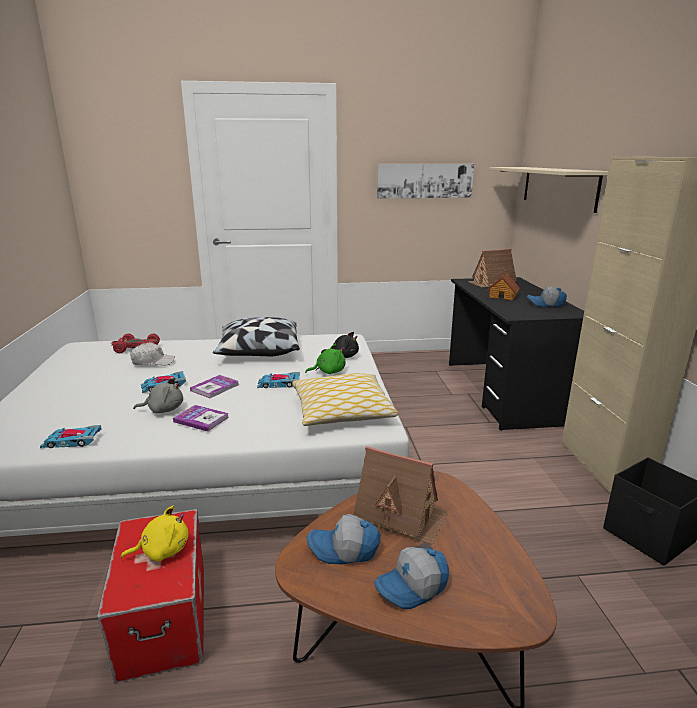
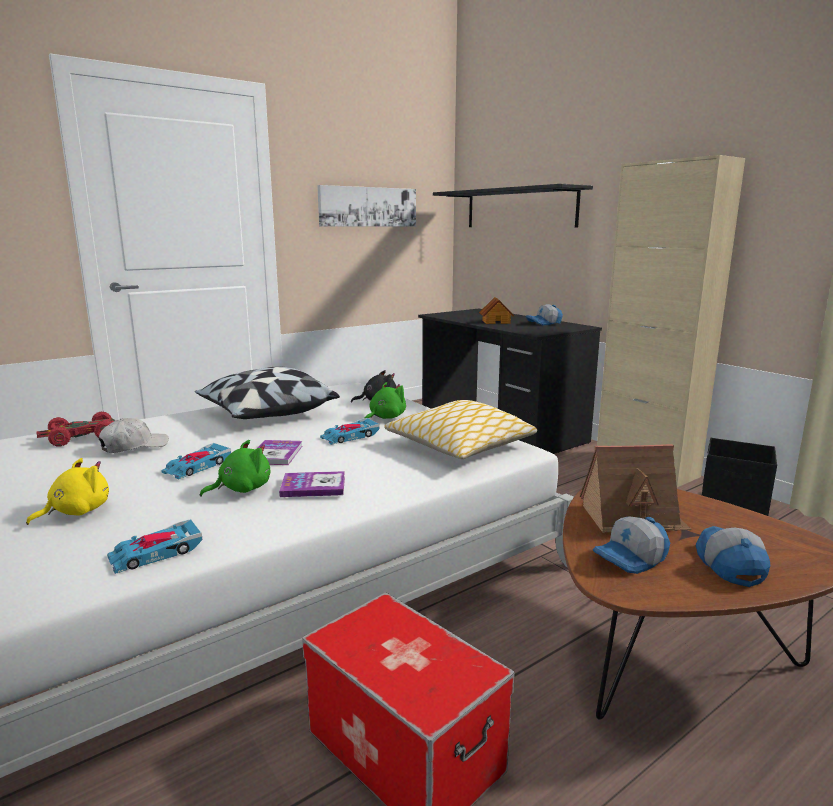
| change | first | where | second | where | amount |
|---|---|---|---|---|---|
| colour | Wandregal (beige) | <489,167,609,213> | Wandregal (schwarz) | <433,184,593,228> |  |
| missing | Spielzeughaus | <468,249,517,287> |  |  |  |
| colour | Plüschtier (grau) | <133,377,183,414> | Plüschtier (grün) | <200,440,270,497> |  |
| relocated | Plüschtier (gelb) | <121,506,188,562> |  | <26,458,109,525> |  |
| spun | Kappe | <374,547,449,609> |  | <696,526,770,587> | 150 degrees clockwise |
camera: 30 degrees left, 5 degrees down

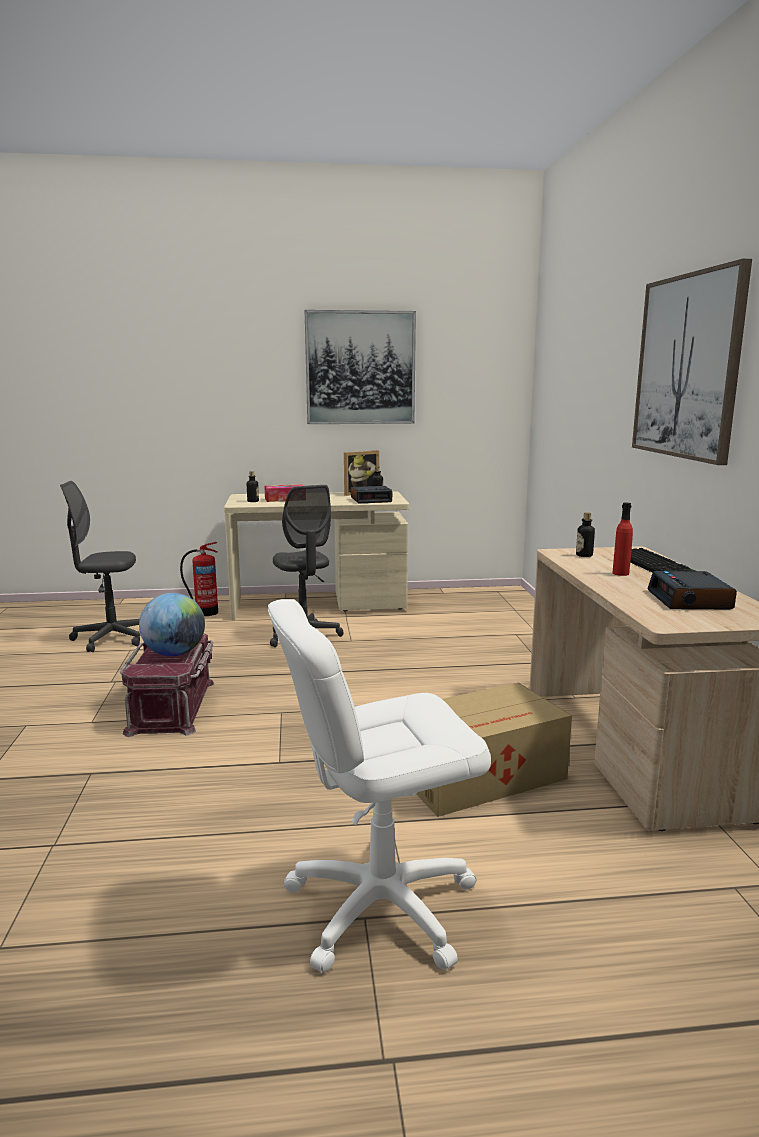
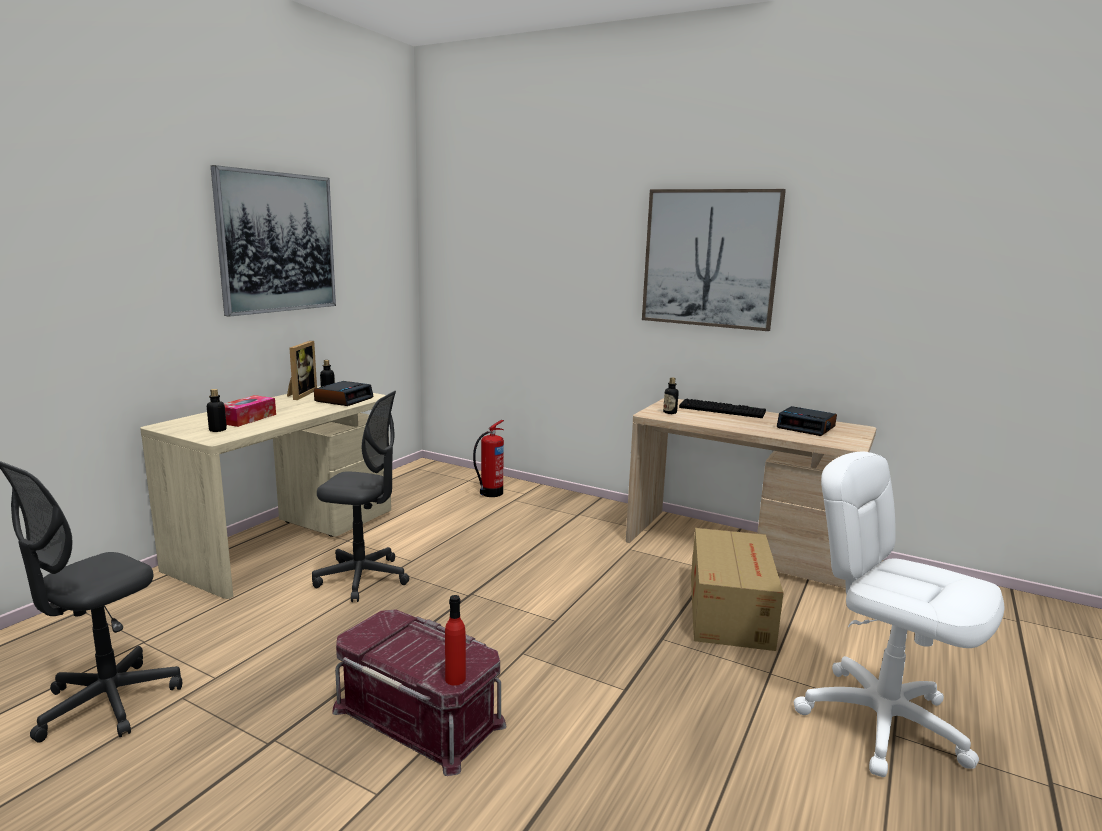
| change | first | where | second | where | amount |
|---|---|---|---|---|---|
| relocated | Flasche (rot) | <612,503,633,576> |  | <445,595,466,686> |  |
| relocated | Feuerlöscher | <180,542,218,616> |  | <473,420,504,497> |  |
| missing | Globus | <139,593,205,656> |  |  |  |
| spun | Bürostuhl (weiß) | <268,599,491,973> |  | <794,452,1004,778> | 120 degrees clockwise |
camera: 55 degrees left, 0 degrees up

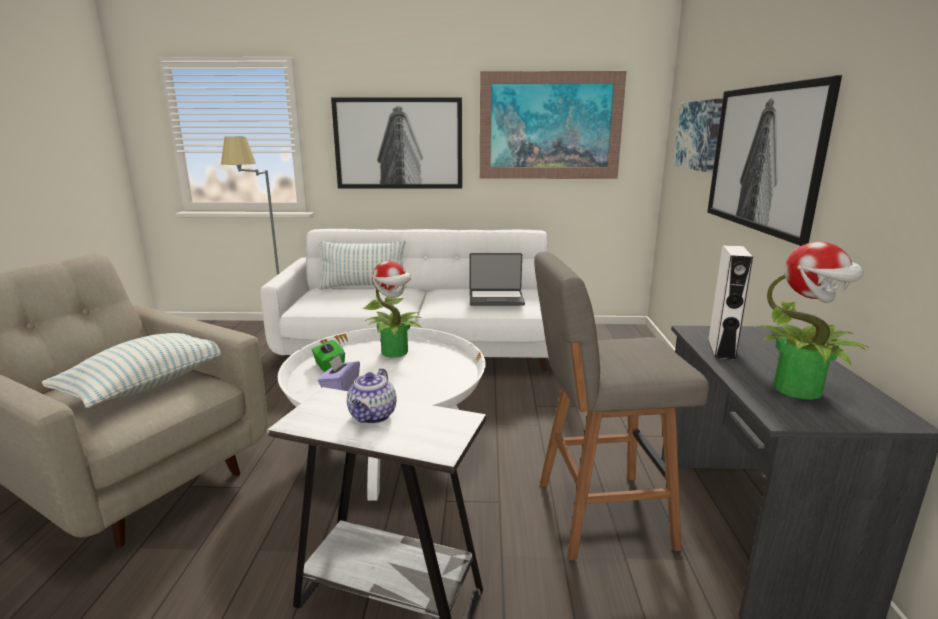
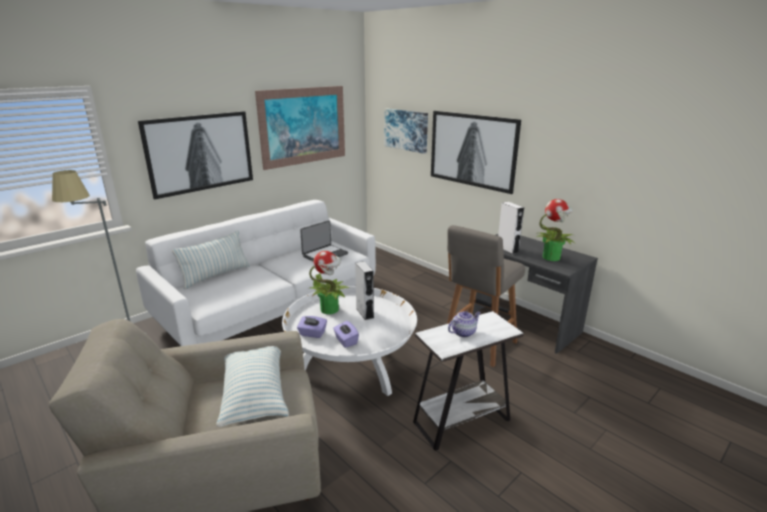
| change | first | where | second | where | amount |
|---|---|---|---|---|---|
| colour | Taschentuchbox (grün) | <311,340,345,372> | Taschentuchbox (lila) | <297,316,327,338> |  |
| spun | Teekanne | <347,368,397,424> |  | <448,311,481,337> | 90 degrees counterclockwise |
| appeared |  |  | Lautsprecher (grau) | <355,261,374,320> |  |
camera: 45 degrees left, 5 degrees up

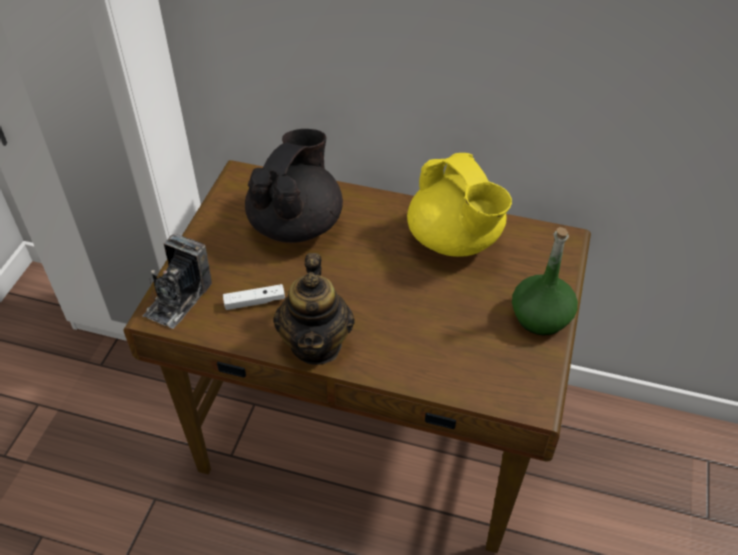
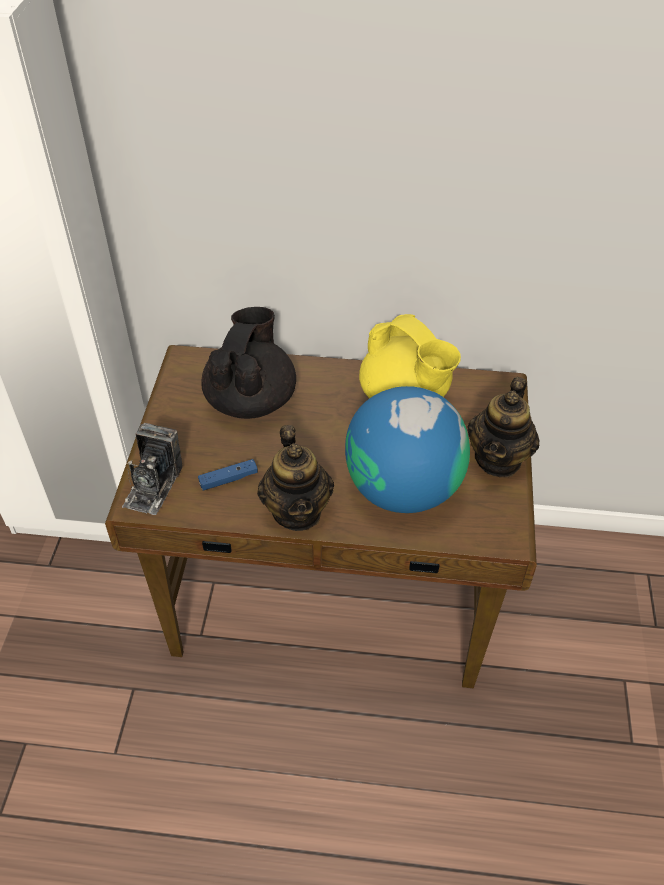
| change | first | where | second | where | amount |
|---|---|---|---|---|---|
| exchanged | Flasche (grün) | <512,227,578,335> | Teekanne | <468,377,540,477> |  |
| colour | Gamepad (weiß) | <223,284,285,310> | Gamepad (blau) | <198,459,258,491> |  |
| appeared |  |  | Globus | <345,386,470,513> |  |
camera: 10 degrees left, 0 degrees up

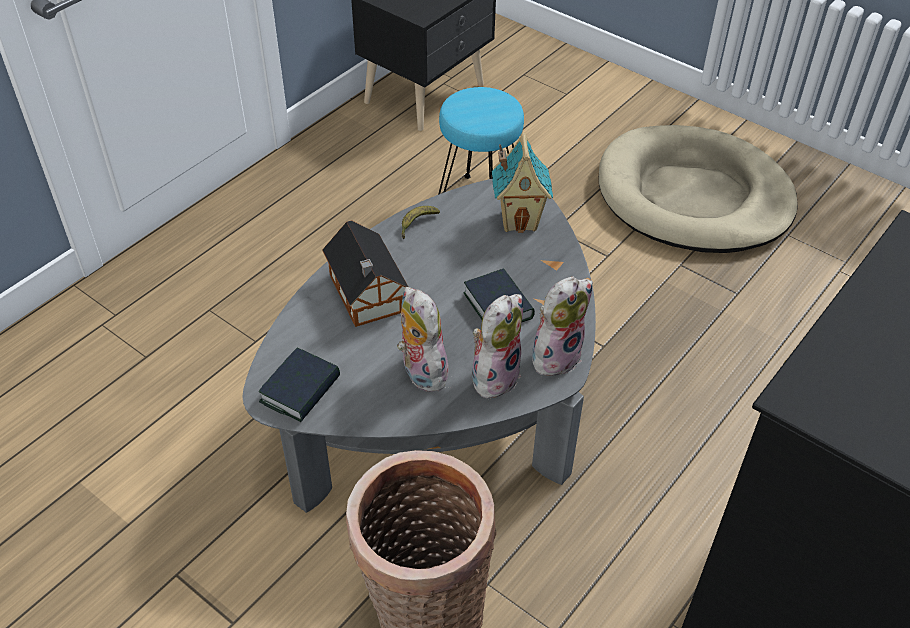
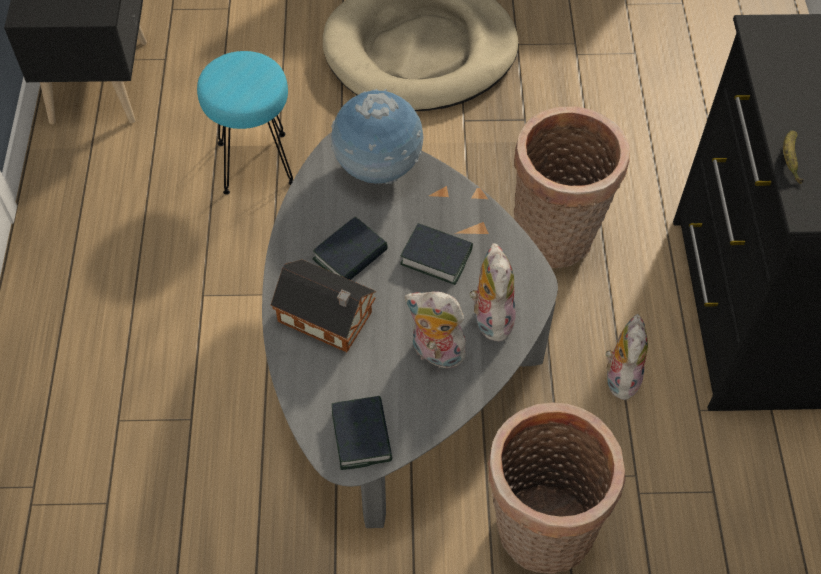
| change | first | where | second | where | amount |
|---|---|---|---|---|---|
| exchanged | Spielzeughaus | <492,132,553,233> | Globus | <331,89,424,184> |  |
| relocated | Banane | <402,206,440,239> |  | <783,131,804,184> |  |
| relocated | Plüschtier | <532,277,593,376> |  | <604,314,648,402> |  |
| appeared |  |  | Korb | <514,106,630,268> |  |
| appeared |  |  | Buch | <313,217,388,280> |  |
camera: 40 degrees left, 10 degrees up

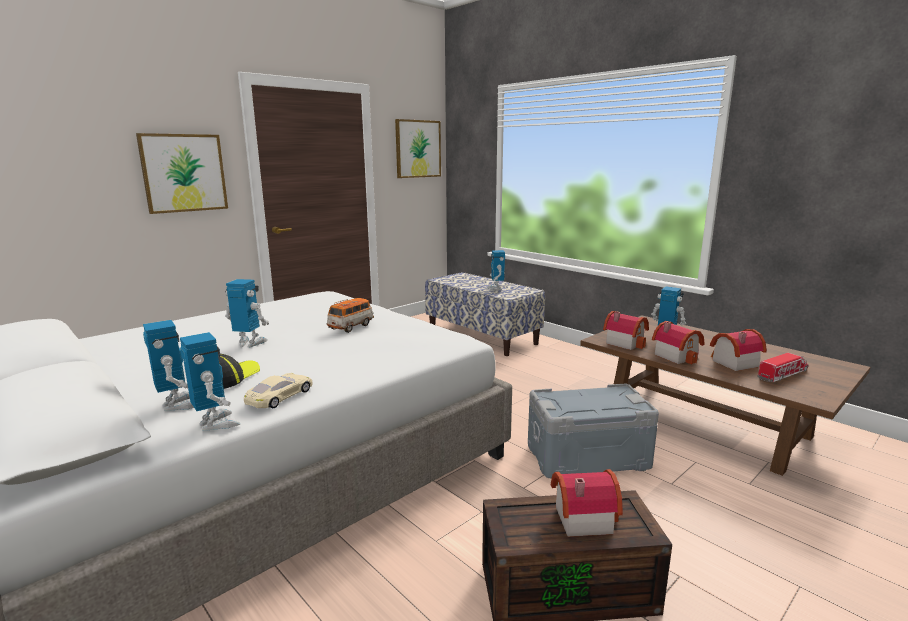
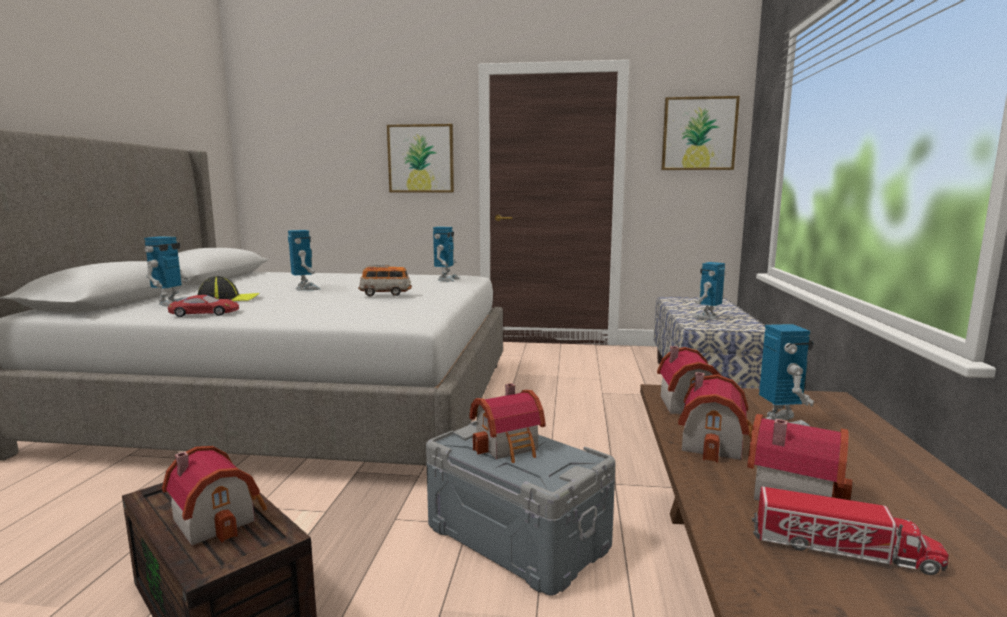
| change | first | where | second | where | amount |
|---|---|---|---|---|---|
| relocated | Spielzeugroboter | <180,332,240,431> |  | <433,227,460,282> |  |
| colour | Spielzeugauto (beige) | <244,373,313,408> | Spielzeugauto (rot) | <168,295,239,317> |  |
| appeared |  |  | Spielzeughaus | <469,383,546,463> |  |
camera: 50 degrees right, 5 degrees down

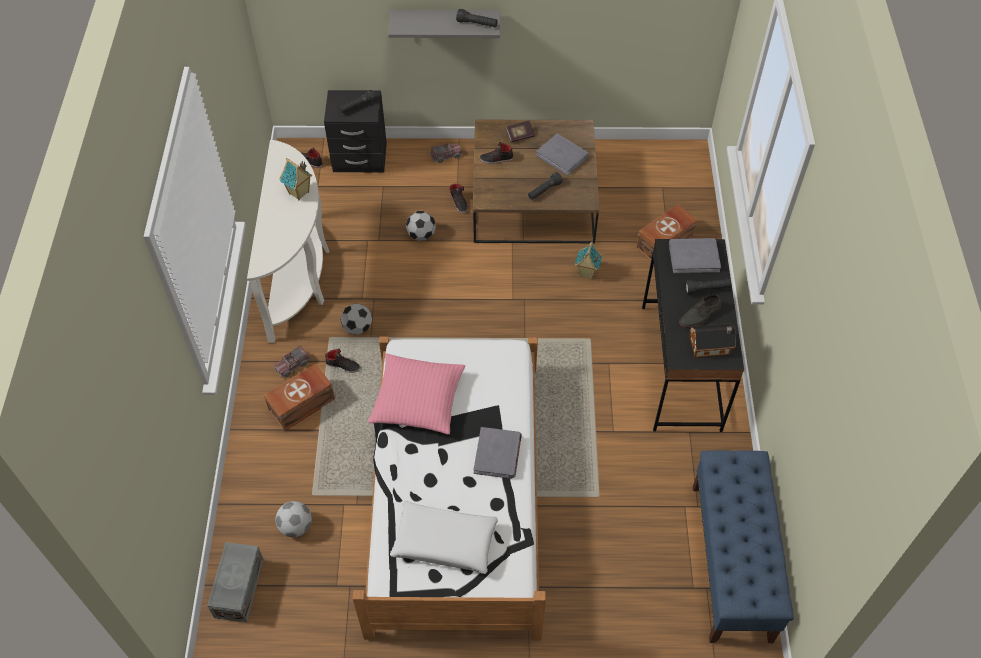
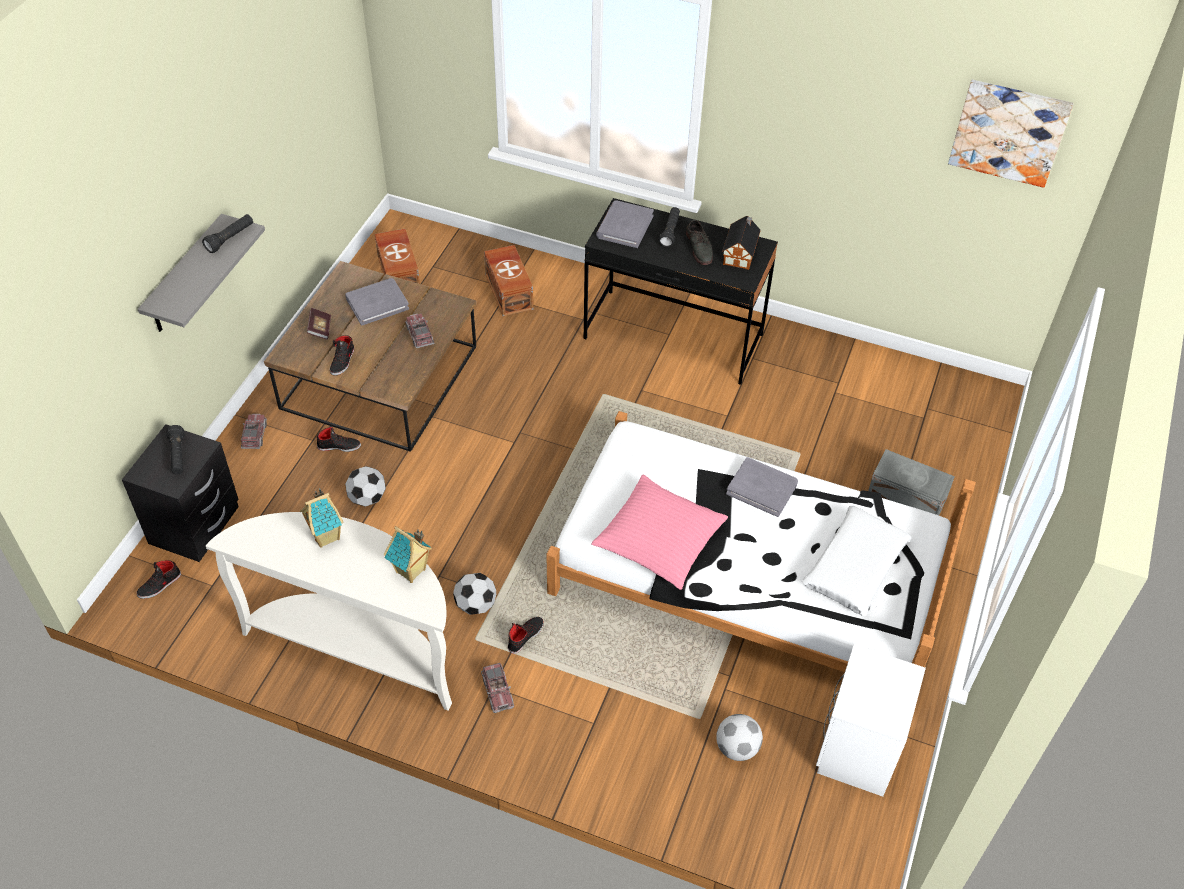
| change | first | where | second | where | amount |
|---|---|---|---|---|---|
| exchanged | Taschenlampe (schwarz) | <528,172,563,200> | Spielzeuglaster | <405,314,435,348> |  |
| relocated | Spielzeughaus | <575,242,602,280> |  | <384,526,432,583> |  |
| relocated | Aufbewahrungsbox (braun) | <264,364,335,431> |  | <375,229,420,284> |  |
| missing | Bank (blau) | <693,450,794,643> |  |  |  |
| relocated | Aufbewahrungsbox (grau) | <207,542,264,622> |  | <868,449,955,515> |  |
| appeared |  |  | Bild | <948,80,1073,188> |  |
| appeared |  |  | Nachttisch (weiß) | <816,644,926,797> |  |
camera: 70 degrees left, 5 degrees down

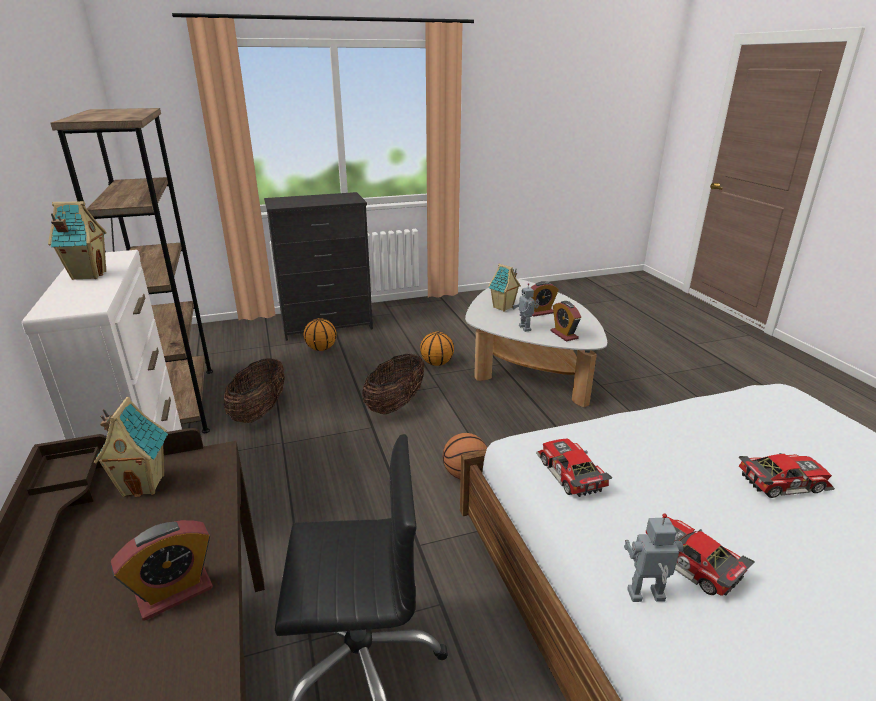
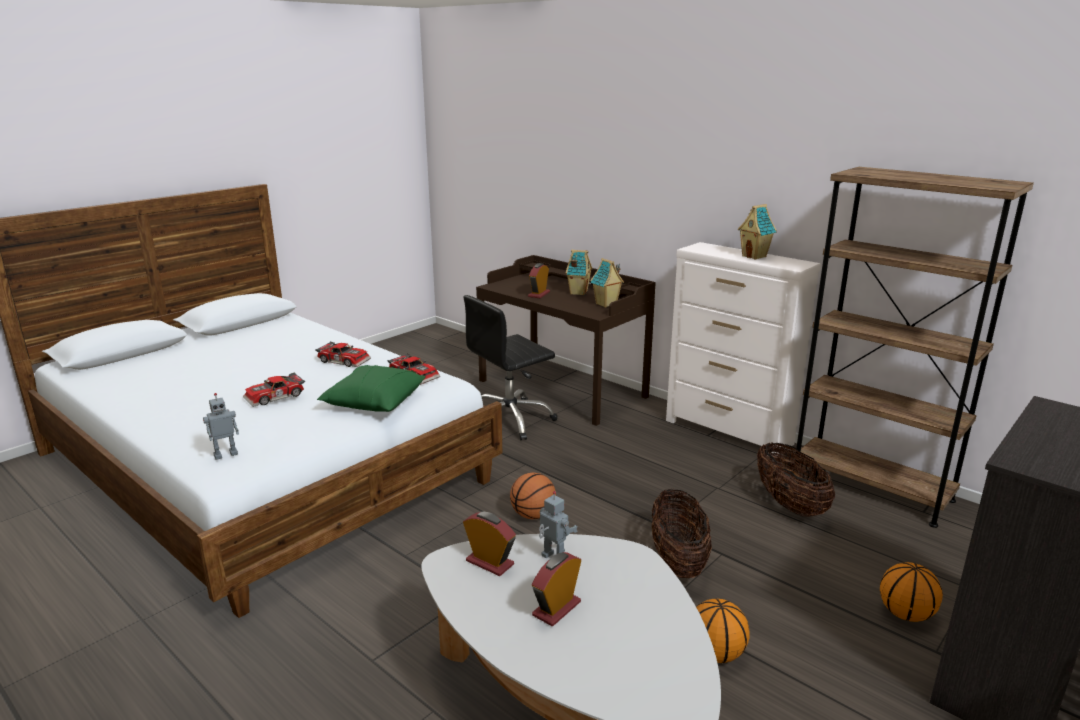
| change | first | where | second | where | amount |
|---|---|---|---|---|---|
| relocated | Spielzeughaus | <488,264,521,312> |  | <566,250,592,295> |  |
| relocated | Spielzeugroboter | <624,513,683,602> |  | <203,393,239,460> |  |
| appeared |  |  | Kissen (grün) | <317,365,426,412> |  |
camera: 150 degrees right, 5 degrees down

